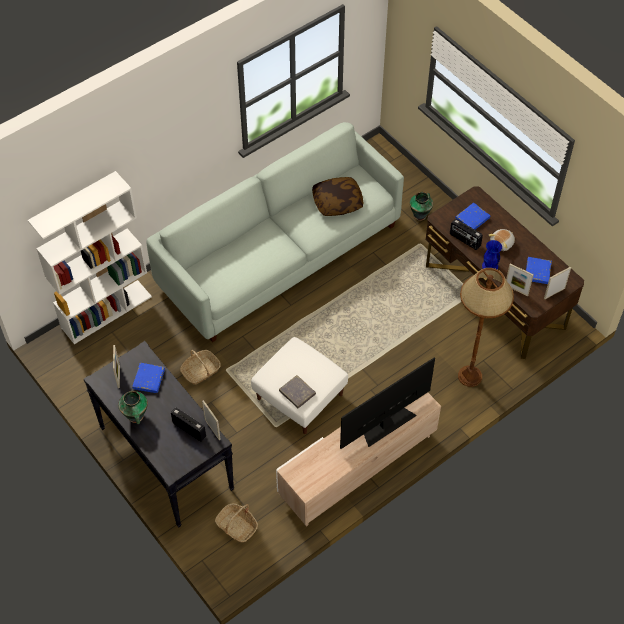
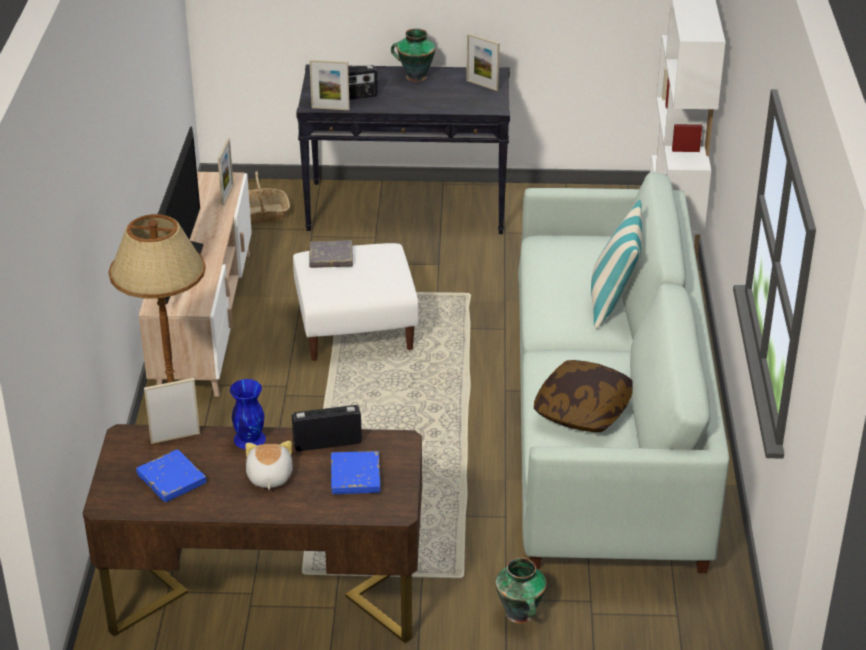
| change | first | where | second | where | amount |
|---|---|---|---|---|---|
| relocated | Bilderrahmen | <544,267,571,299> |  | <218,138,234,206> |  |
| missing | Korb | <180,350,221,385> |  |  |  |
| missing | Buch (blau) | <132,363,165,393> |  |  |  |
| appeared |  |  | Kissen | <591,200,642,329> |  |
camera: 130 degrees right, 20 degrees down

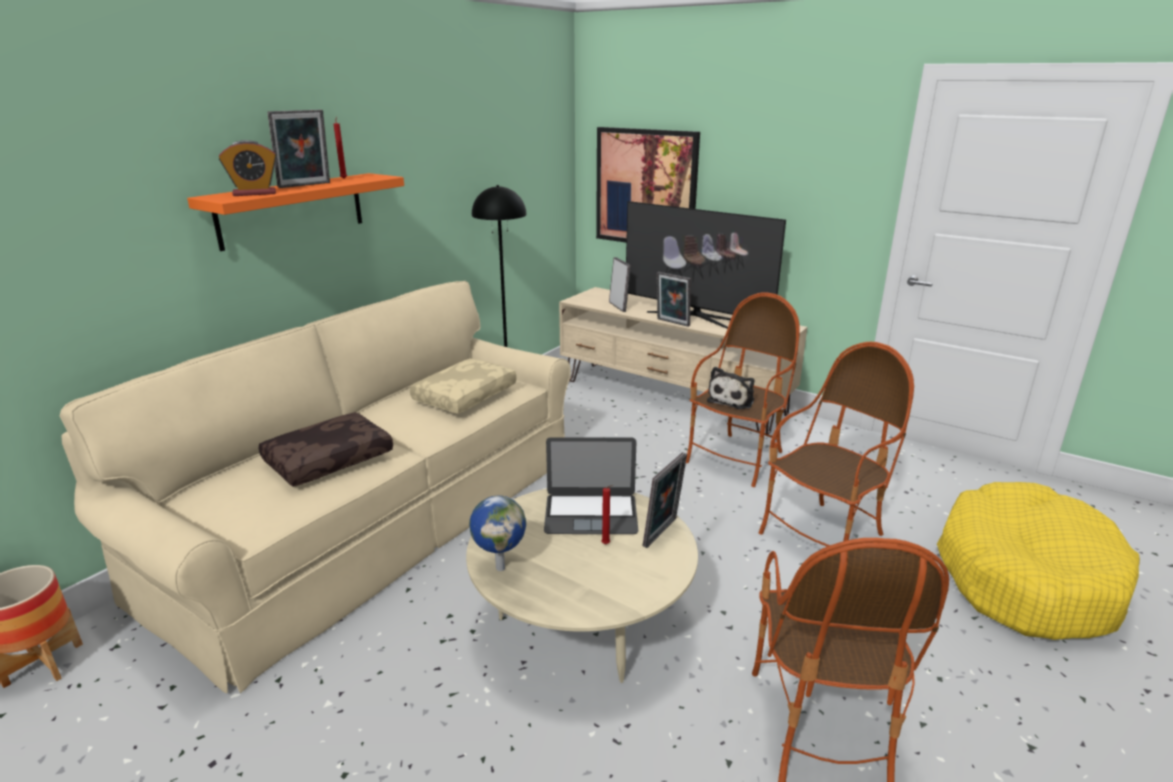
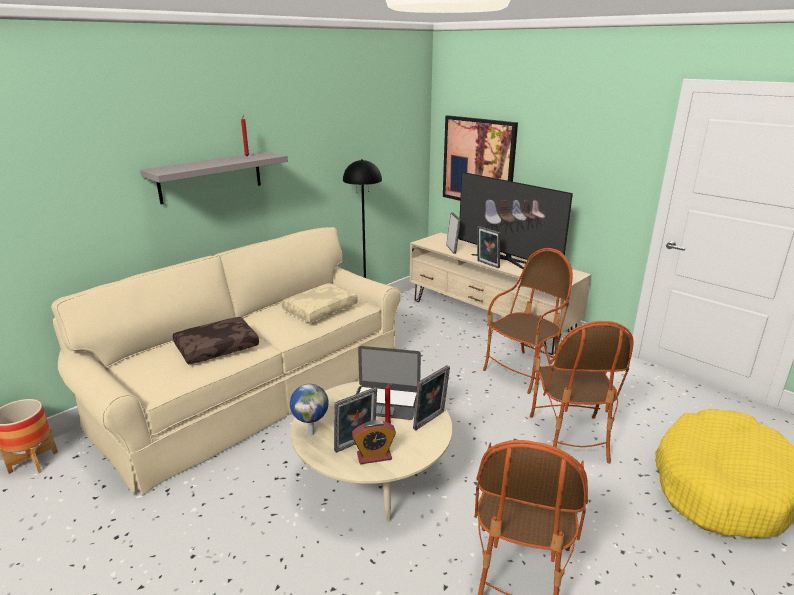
| change | first | where | second | where | amount |
|---|---|---|---|---|---|
| relocated | Bilderrahmen | <267,110,330,188> |  | <334,387,377,453> |  |
| relocated | Wecker | <219,140,276,196> |  | <352,420,396,464> |  |
| colour | Wandregal (orange) | <187,173,404,251> | Wandregal (grau) | <140,151,288,204> |  |
| spun | Sessel | <759,342,914,546> |  | <530,321,634,464> | 120 degrees clockwise |
| missing | Plüschtier | <707,367,754,409> |  |  |  |
camera: 10 degrees right, 0 degrees up

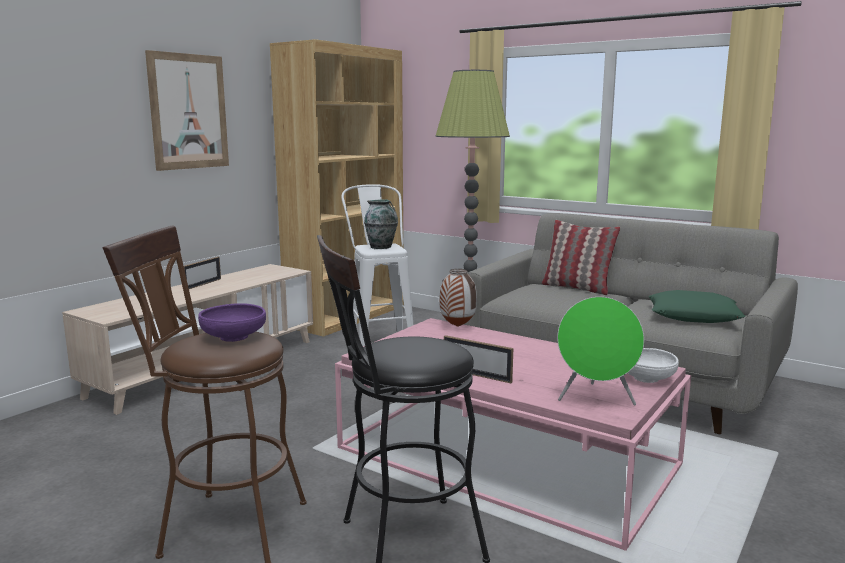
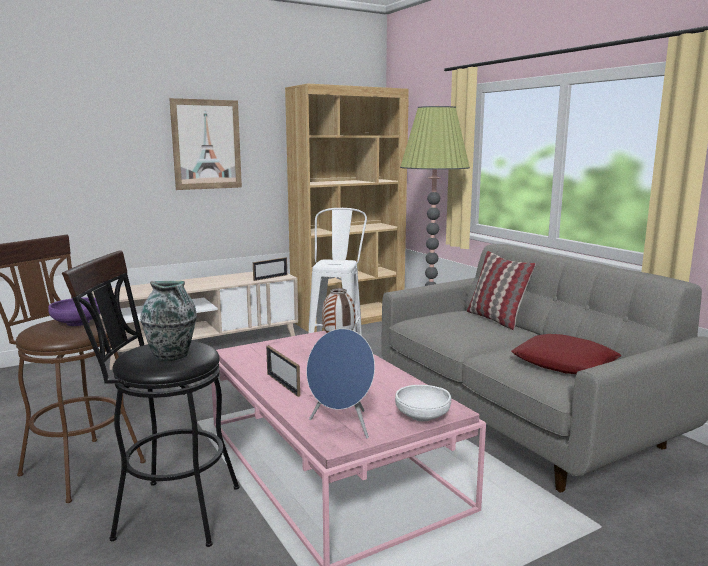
| change | first | where | second | where | amount |
|---|---|---|---|---|---|
| relocated | Vase | <364,199,398,249> |  | <140,281,197,361> |  |
| relocated | Bilderrahmen | <184,257,221,289> |  | <253,257,287,281> |  |
| colour | Kissen (grün) | <649,290,745,323> | Kissen (rot) | <511,334,621,374> |  |
| colour | Lautsprecher (grün) | <557,297,644,405> | Lautsprecher (blau) | <306,329,375,438> |  |
camera: 25 degrees right, 0 degrees up

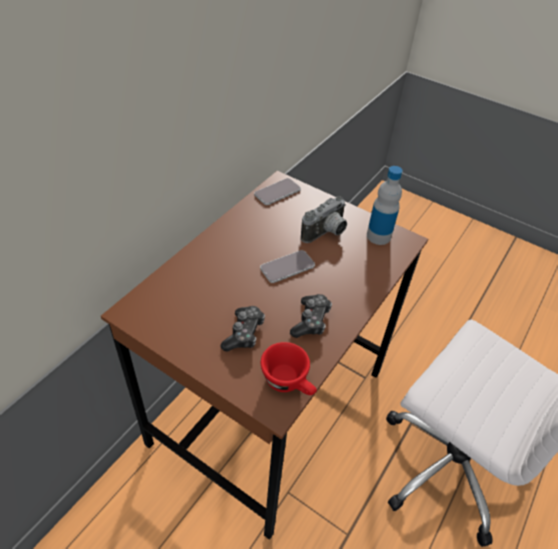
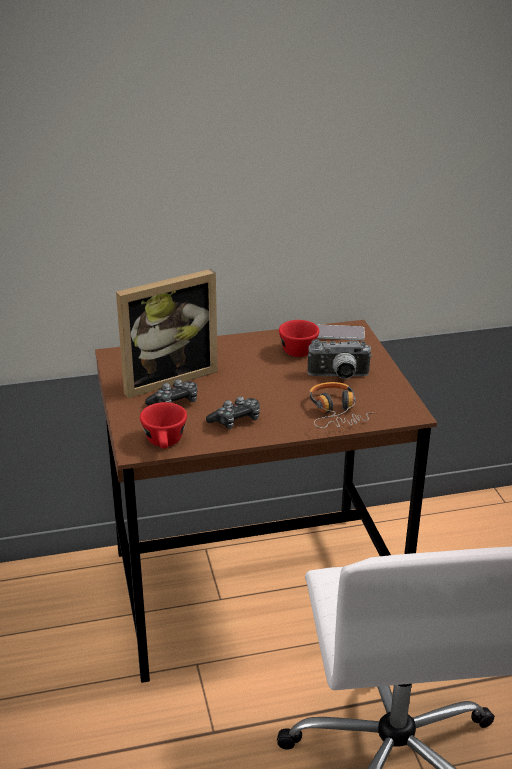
| change | first | where | second | where | amount |
|---|---|---|---|---|---|
| missing | Flasche | <367,166,402,245> |  |  |  |
| missing | Handy | <260,250,315,283> |  |  |  |
| appeared |  |  | Bilderrahmen | <116,269,218,398> |  |
| appeared |  |  | Tasse (rot) | <279,320,319,357> |  |
| appeared |  |  | Kopfhörer | <309,382,376,428> |  |
camera: 45 degrees right, 15 degrees down

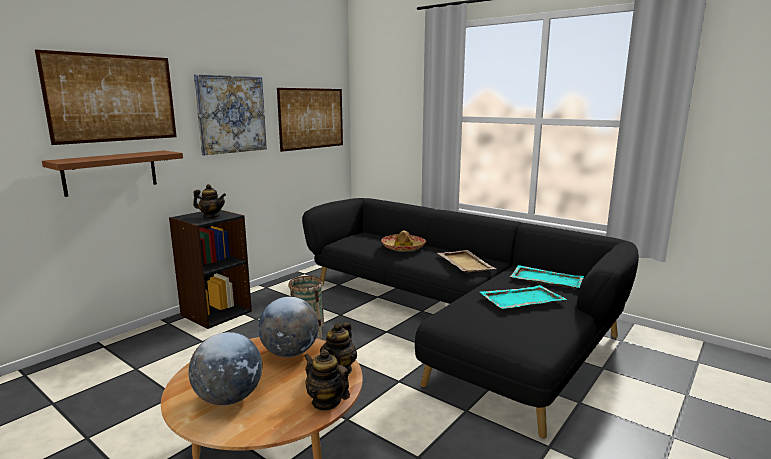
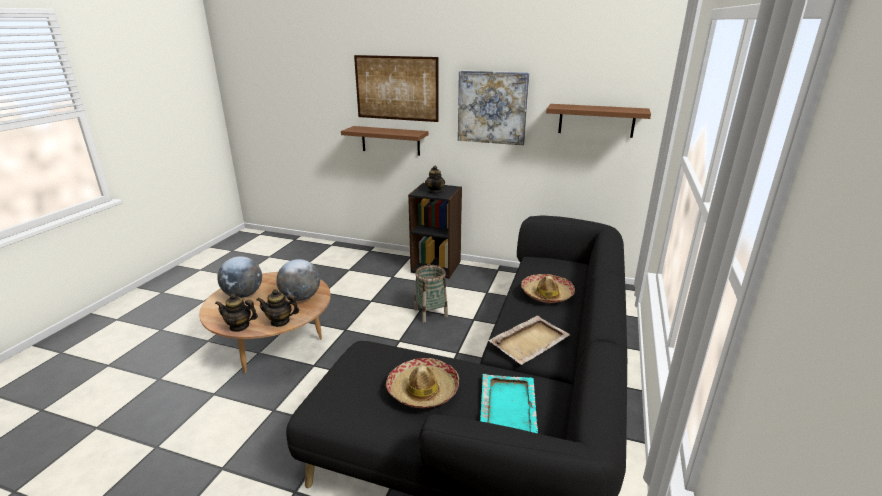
| change | first | where | second | where | amount |
|---|---|---|---|---|---|
| exchanged | Bild | <277,88,343,152> | Wandregal (braun) | <546,104,651,138> |  |
| exchanged | Tablett (türkis) | <480,285,567,309> | Hut | <386,358,459,408> |  |
| spun | Teekanne | <304,349,350,411> |  | <215,294,258,332> | 105 degrees counterclockwise |
camera: 70 degrees right, 10 degrees up

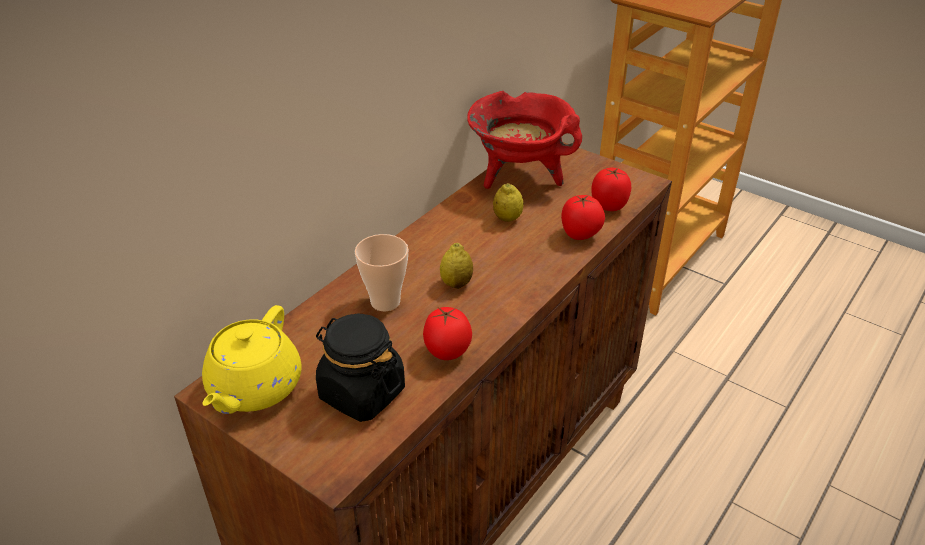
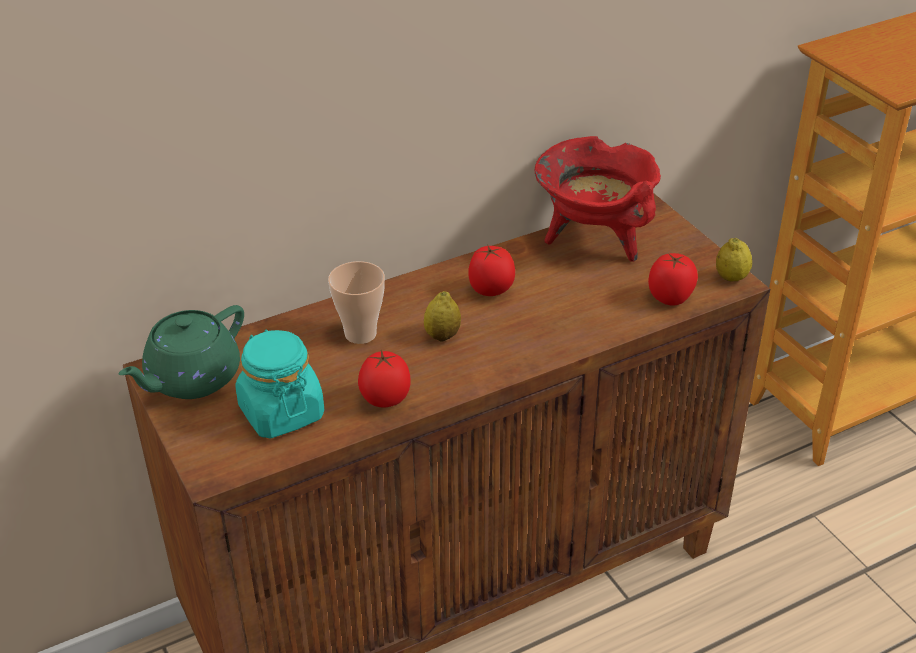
| change | first | where | second | where | amount |
|---|---|---|---|---|---|
| relocated | Zitrone | <493,183,523,222> |  | <716,238,752,281> |  |
| relocated | Tomate | <561,195,605,240> |  | <468,245,515,296> |  |
| colour | Teekanne (gelb) | <202,305,301,414> | Teekanne (grün) | <118,305,244,399> |  |
| colour | Vorratsglas (schwarz) | <316,314,405,422> | Vorratsglas (türkis) | <235,330,324,438> |  |
camera: 25 degrees right, 0 degrees up

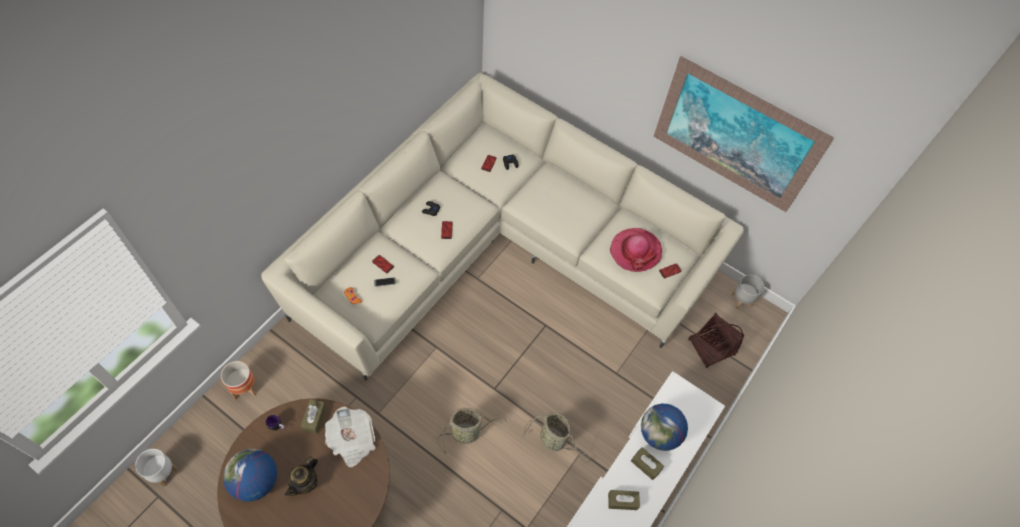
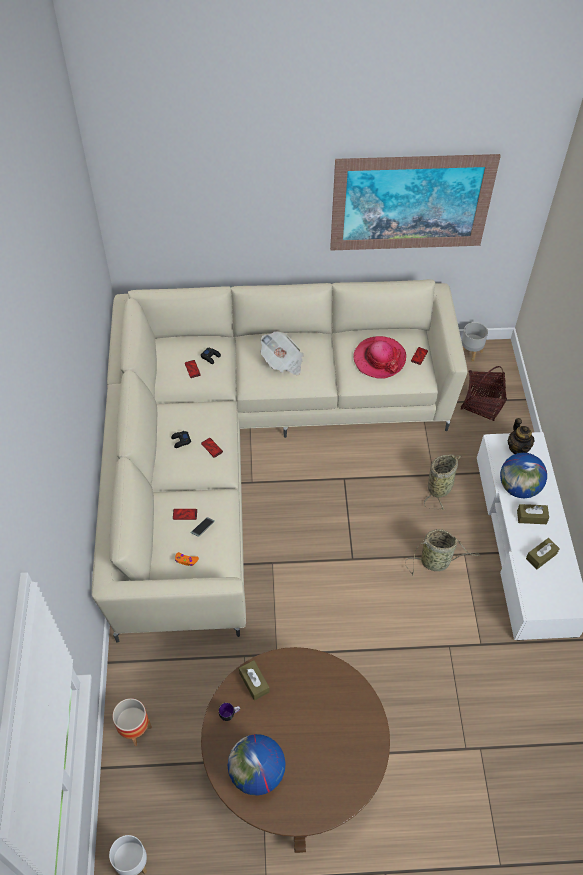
| change | first | where | second | where | amount |
|---|---|---|---|---|---|
| relocated | Zeitung | <325,406,376,467> |  | <261,332,304,375> |  |
| relocated | Korb | <437,408,507,455> |  | <424,454,461,510> |  |
| relocated | Teekanne | <285,456,318,496> |  | <508,418,535,454> |  |
camera: 35 degrees left, 5 degrees down

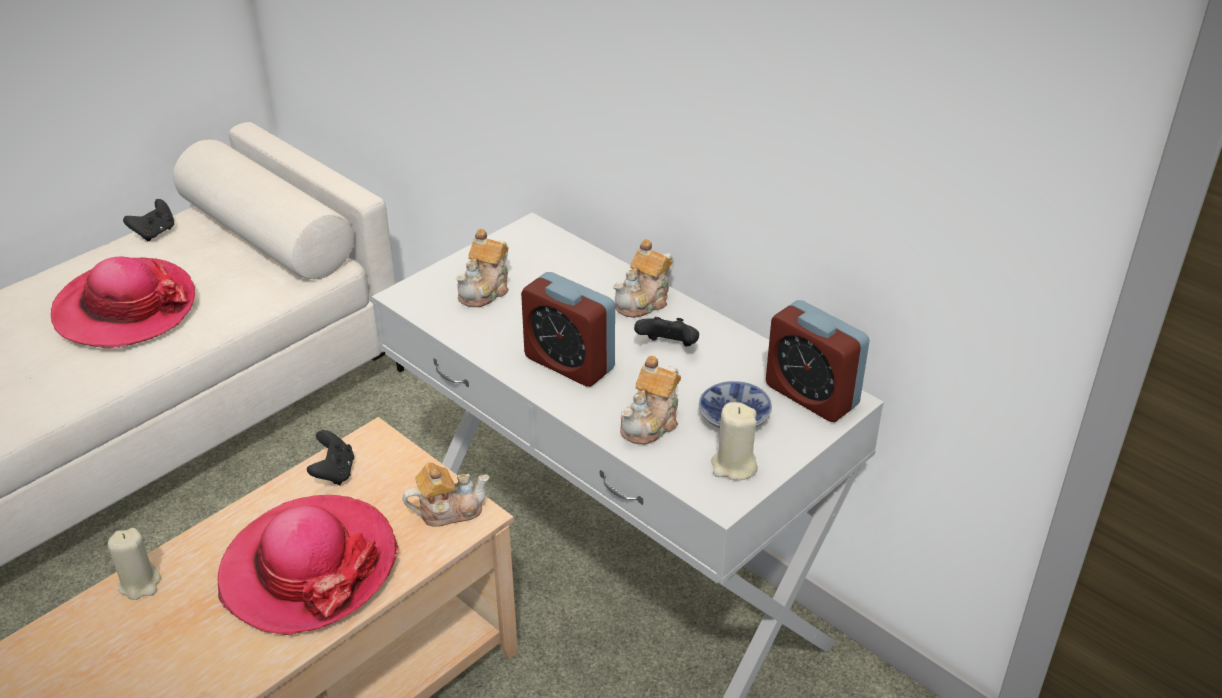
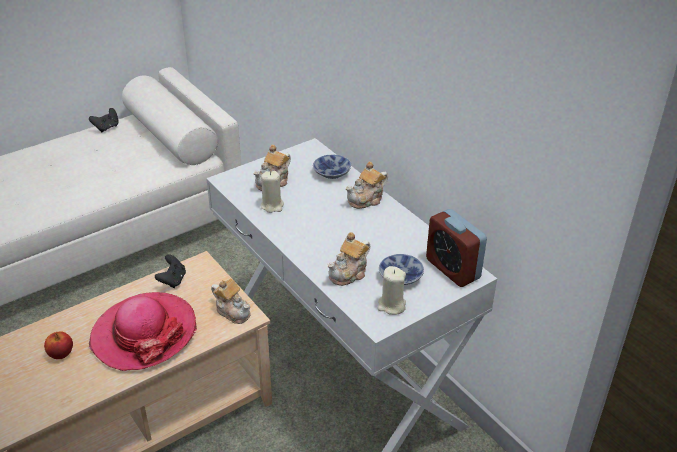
| change | first | where | second | where | amount |
|---|---|---|---|---|---|
| missing | Hut | <51,257,195,349> |  |  |  |
| missing | Wecker | <521,272,615,387> |  |  |  |
| missing | Gamepad (schwarz) | <634,317,699,347> |  |  |  |
| spun | Teekanne | <403,462,490,527> |  | <211,278,251,324> | 45 degrees clockwise |
| relocated | Kerze (beige) | <108,528,161,600> |  | <261,171,284,213> |  |
| appeared |  |  | Schüssel | <313,155,351,179> |  |
| appeared |  |  | Apfel | <44,331,73,359> |  |
camera: 10 degrees right, 0 degrees up

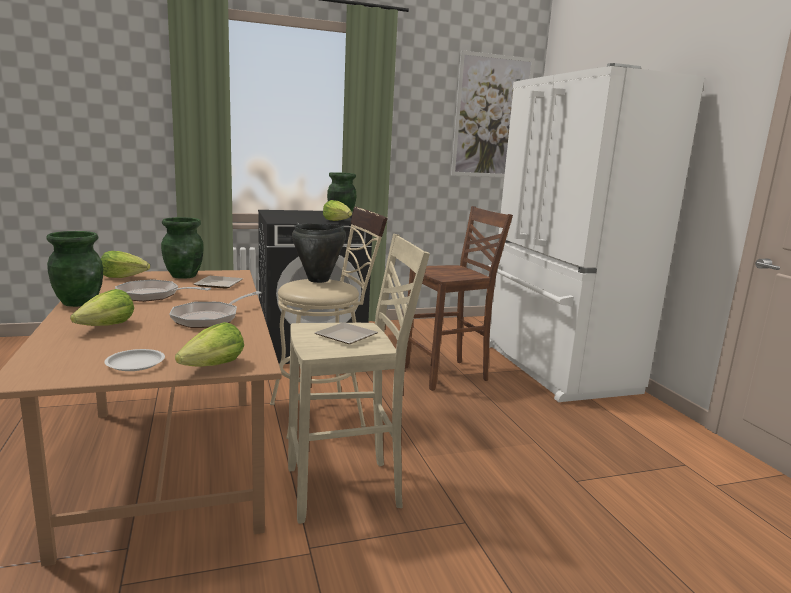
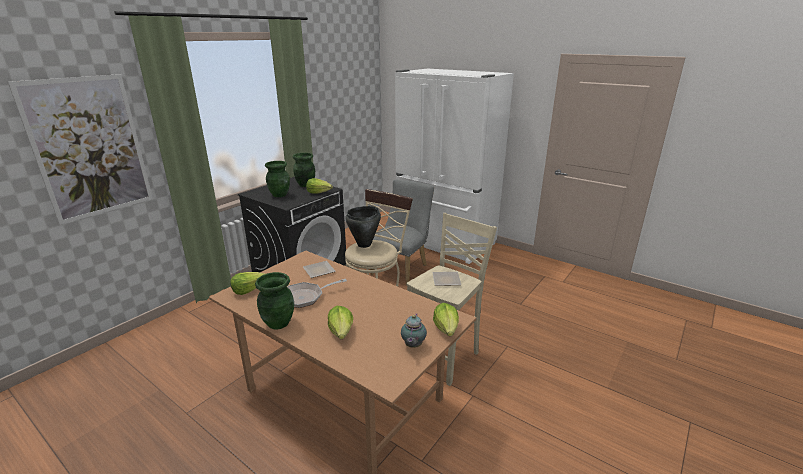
| change | first | where | second | where | amount |
|---|---|---|---|---|---|
| relocated | Bild | <451,50,535,177> |  | <8,74,153,225> |  |
| exchanged | Hocker (braun) | <405,206,513,391> | Stuhl (grau) | <370,179,434,285> |  |
| relocated | Vase (grün) | <161,217,204,279> |  | <265,161,290,197> |  |
| missing | Pfanne | <169,291,262,328> |  |  |  |
| exchanged | Teller (weiß) | <104,349,165,371> | Teekanne | <401,313,427,348> |  |
camera: 35 degrees left, 10 degrees up

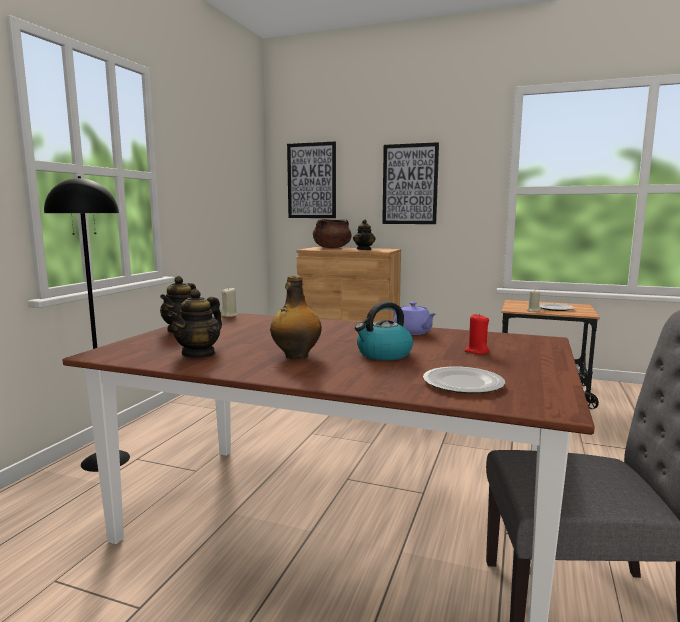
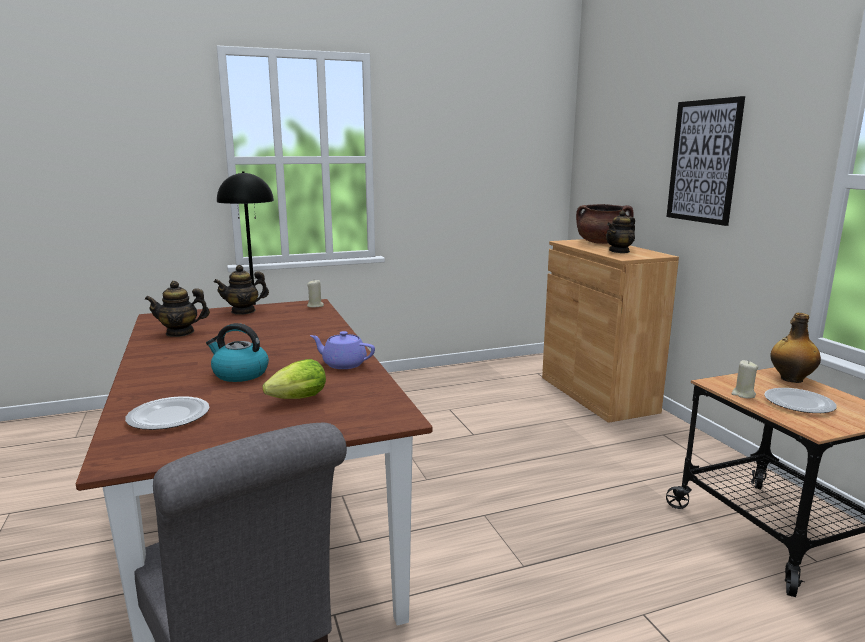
| change | first | where | second | where | amount |
|---|---|---|---|---|---|
| missing | Bild | <287,142,336,218> |  |  |  |
| relocated | Flasche | <270,276,322,359> |  | <770,313,821,383> |  |
| spun | Teekanne (lila) | <393,302,436,335> |  | <310,331,375,369> | 90 degrees clockwise |
| exchanged | Kerze (rot) | <465,313,490,354> | Salatkopf | <263,359,326,399> |  |
camera: 50 degrees right, 5 degrees up

